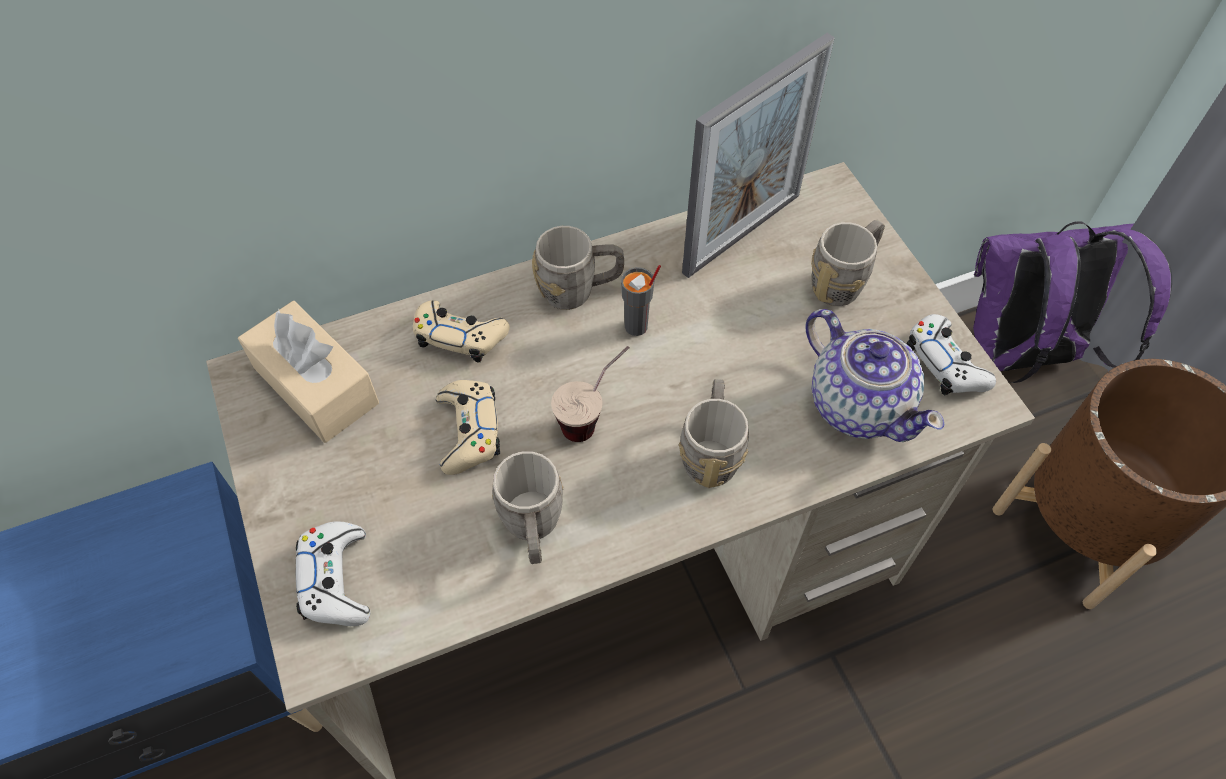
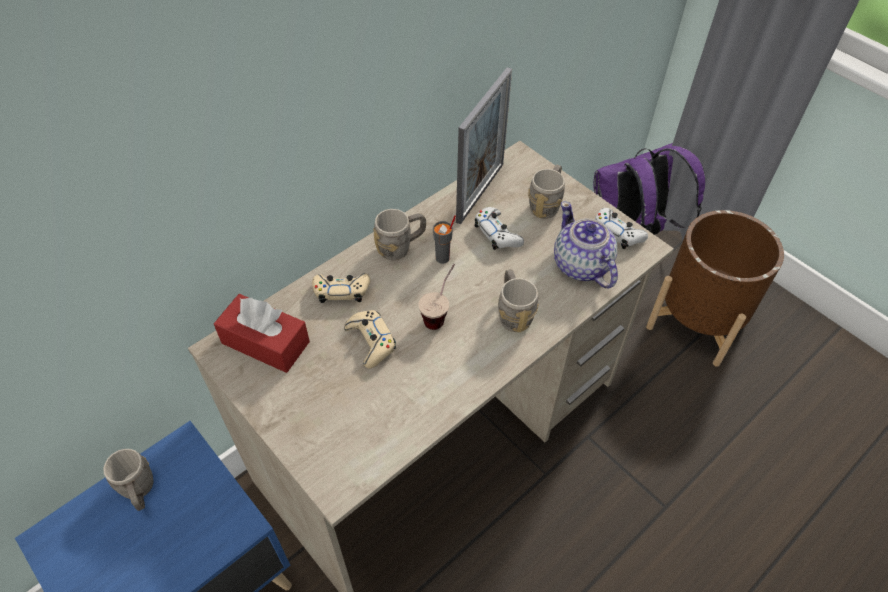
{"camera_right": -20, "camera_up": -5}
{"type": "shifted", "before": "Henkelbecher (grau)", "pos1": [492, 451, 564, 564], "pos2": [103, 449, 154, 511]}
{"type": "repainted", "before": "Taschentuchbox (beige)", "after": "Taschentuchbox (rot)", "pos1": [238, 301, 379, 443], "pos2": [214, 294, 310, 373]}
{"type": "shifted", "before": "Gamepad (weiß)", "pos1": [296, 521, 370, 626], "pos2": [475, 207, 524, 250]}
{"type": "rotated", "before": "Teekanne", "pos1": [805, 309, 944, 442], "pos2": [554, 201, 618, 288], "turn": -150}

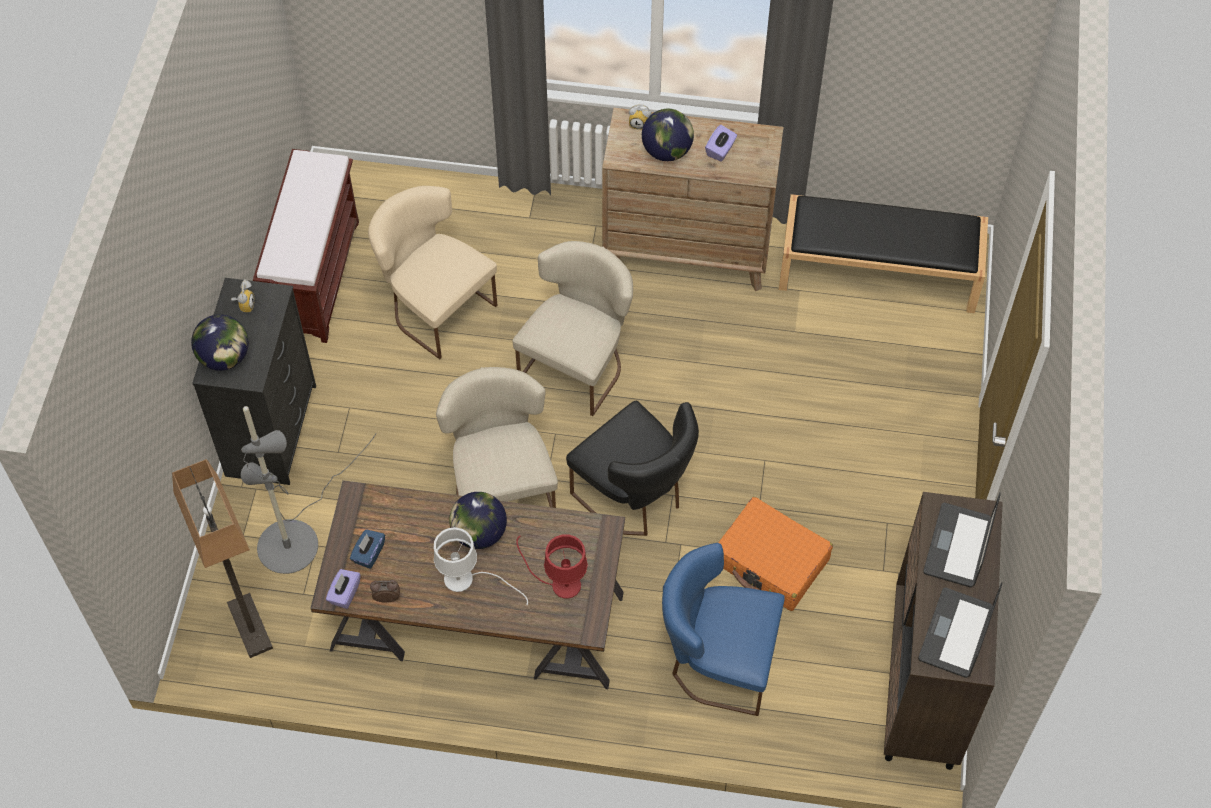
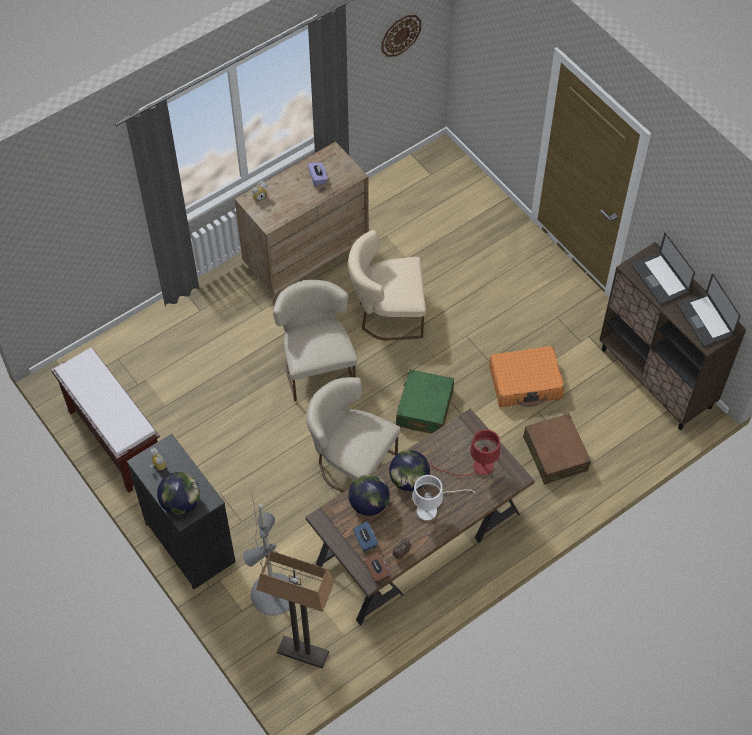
{"camera_right": -45, "camera_up": 0}
{"type": "shifted", "before": "Stuhl (beige)", "pos1": [368, 186, 498, 359], "pos2": [348, 230, 426, 341]}
{"type": "shifted", "before": "Globus", "pos1": [642, 109, 694, 161], "pos2": [348, 474, 390, 516]}
{"type": "repainted", "before": "Taschentuchbox (lila)", "after": "Taschentuchbox (braun)", "pos1": [326, 569, 361, 609], "pos2": [365, 552, 390, 583]}
{"type": "new", "after": "Wanduhr", "pos2": [382, 15, 421, 57]}
{"type": "swapped", "before": "Stuhl (schwarz)", "after": "Koffer (grün)", "pos1": [566, 401, 699, 536], "pos2": [396, 369, 454, 434]}
{"type": "swapped", "before": "Stuhl (blau)", "after": "Koffer (braun)", "pos1": [662, 543, 785, 716], "pos2": [523, 413, 591, 485]}
{"type": "gone", "before": "Bank (schwarz)", "pos1": [779, 194, 988, 313]}

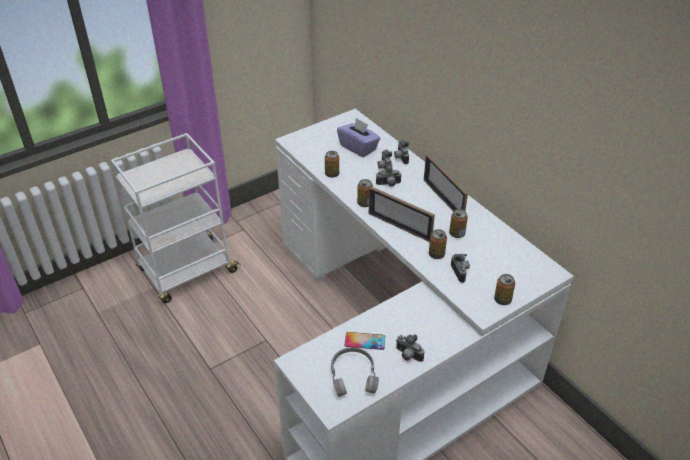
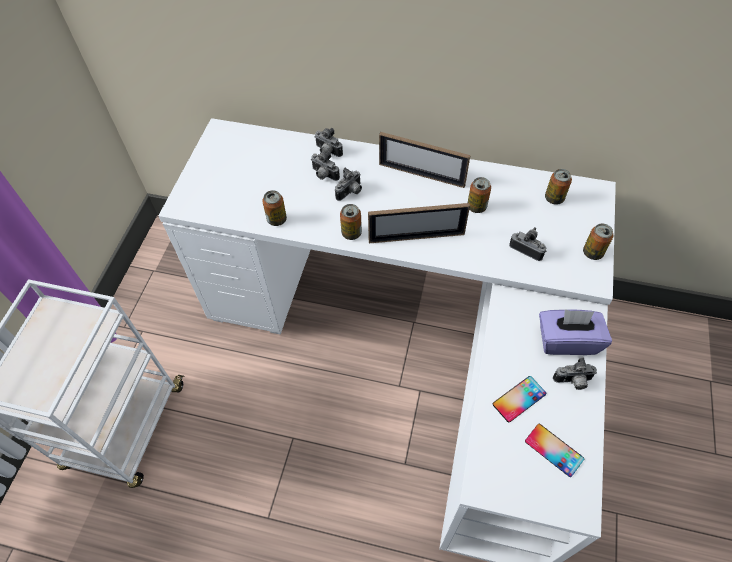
{"camera_right": -40, "camera_up": 15}
{"type": "swapped", "before": "Kopfhörer (grau)", "after": "Handy", "pos1": [331, 347, 379, 397], "pos2": [525, 424, 584, 477]}
{"type": "shifted", "before": "Taschentuchbox (lila)", "pos1": [337, 118, 381, 157], "pos2": [539, 309, 612, 355]}
{"type": "shifted", "before": "Dose", "pos1": [429, 229, 447, 259], "pos2": [545, 169, 572, 205]}

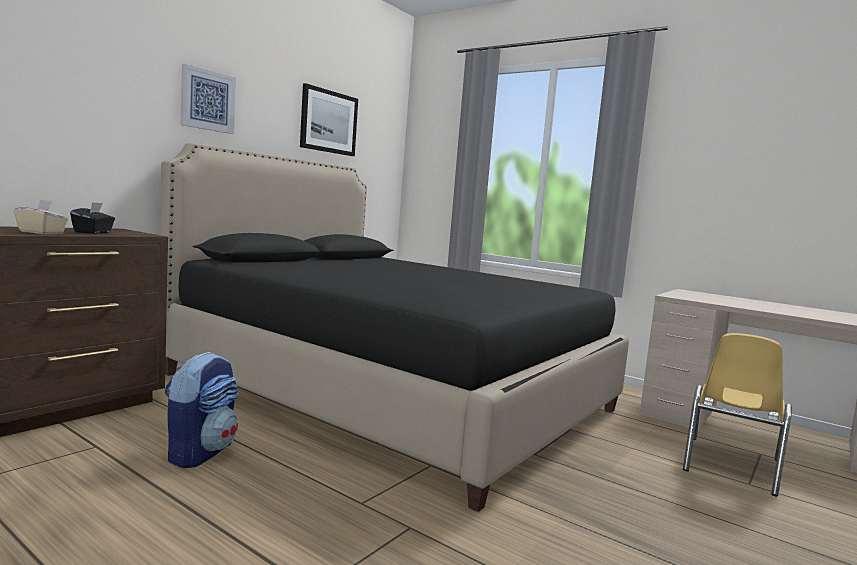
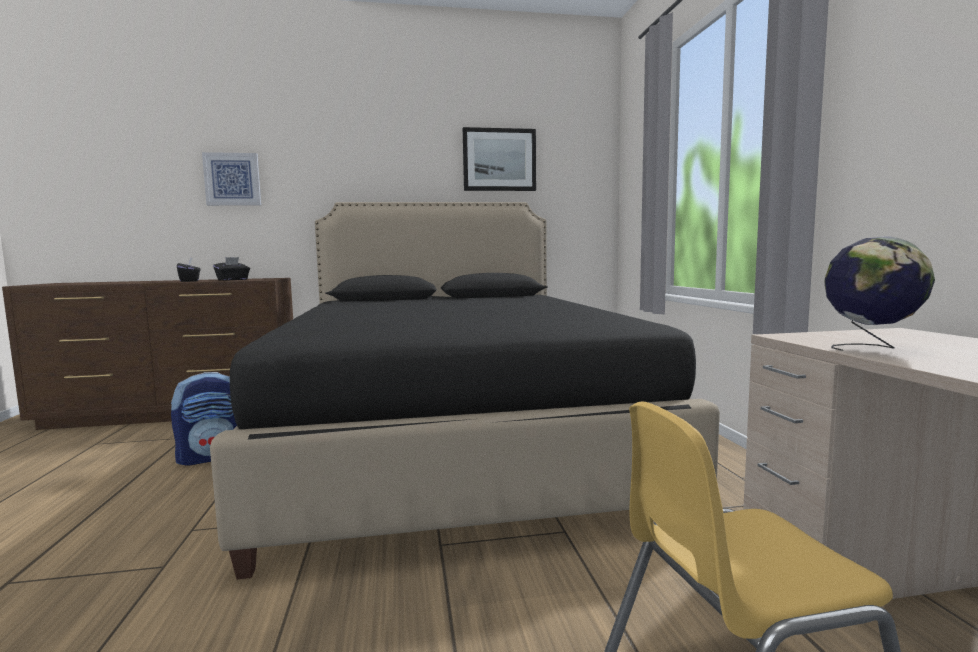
{"camera_right": 45, "camera_up": 0}
{"type": "repainted", "before": "Taschentuchbox (beige)", "after": "Taschentuchbox (schwarz)", "pos1": [14, 200, 68, 234], "pos2": [177, 258, 201, 282]}
{"type": "shifted", "before": "Bild", "pos1": [181, 64, 236, 134], "pos2": [202, 152, 261, 205]}
{"type": "new", "after": "Globus", "pos2": [824, 236, 935, 351]}

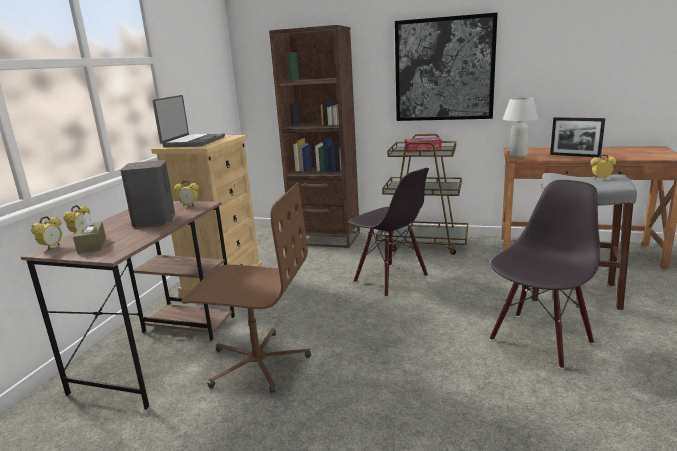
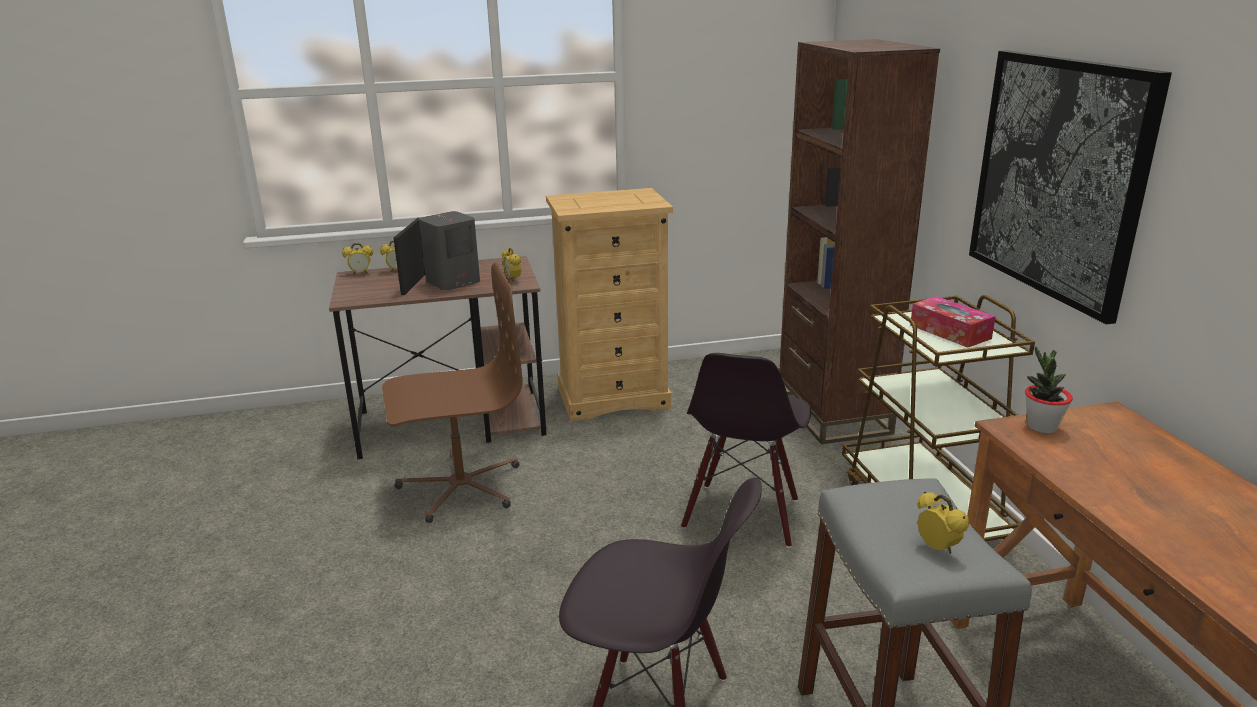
{"camera_right": 60, "camera_up": 5}
{"type": "rotated", "before": "Bürostuhl (braun)", "pos1": [181, 183, 311, 393], "pos2": [382, 262, 523, 523], "turn": -90}
{"type": "shifted", "before": "Bilderrahmen", "pos1": [550, 117, 605, 158], "pos2": [394, 218, 425, 295]}
{"type": "swapped", "before": "Tischlampe (weiß)", "after": "Topfpflanze", "pos1": [503, 97, 539, 157], "pos2": [1025, 346, 1073, 433]}
{"type": "gone", "before": "Taschentuchbox (braun)", "pos1": [73, 212, 106, 254]}
{"type": "gone", "before": "Laptop", "pos1": [153, 95, 225, 148]}

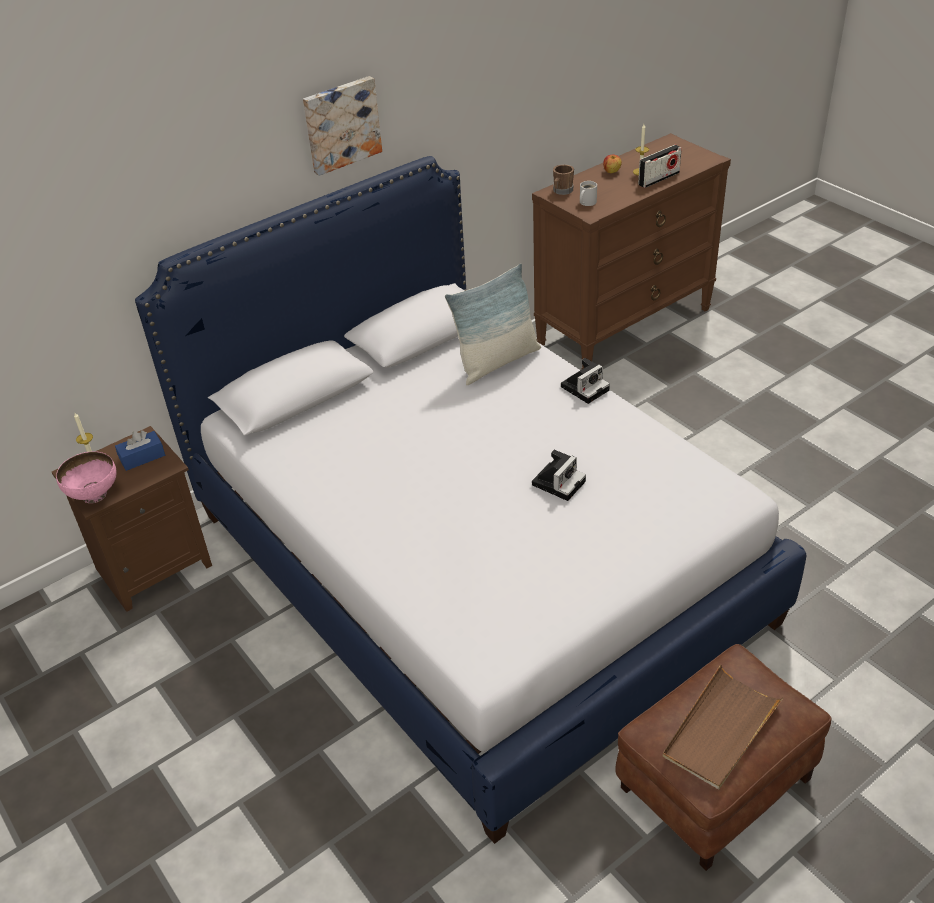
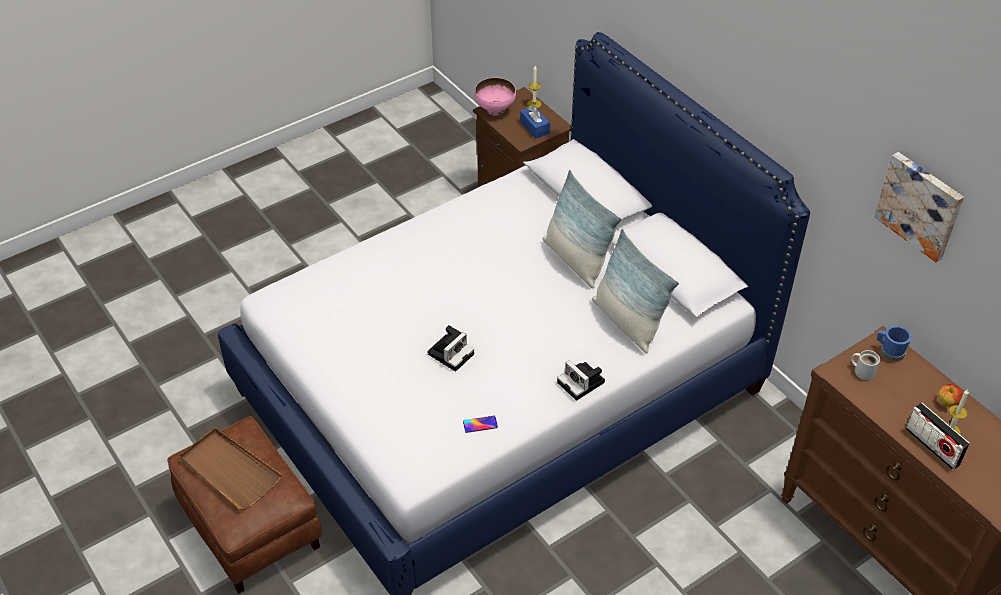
{"camera_right": 90, "camera_up": 5}
{"type": "rotated", "before": "Kamera", "pos1": [532, 450, 586, 501], "pos2": [427, 325, 474, 372], "turn": -90}
{"type": "new", "after": "Handy", "pos2": [463, 416, 498, 433]}
{"type": "new", "after": "Kissen", "pos2": [543, 170, 621, 288]}
{"type": "shifted", "before": "Bild", "pos1": [303, 76, 382, 176], "pos2": [874, 152, 964, 262]}
{"type": "repainted", "before": "Henkelbecher (braun)", "after": "Henkelbecher (blau)", "pos1": [553, 164, 574, 195], "pos2": [877, 326, 912, 362]}

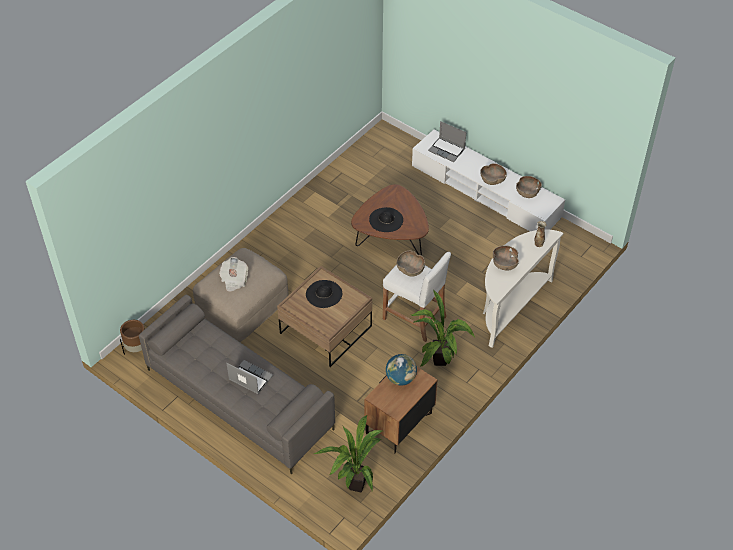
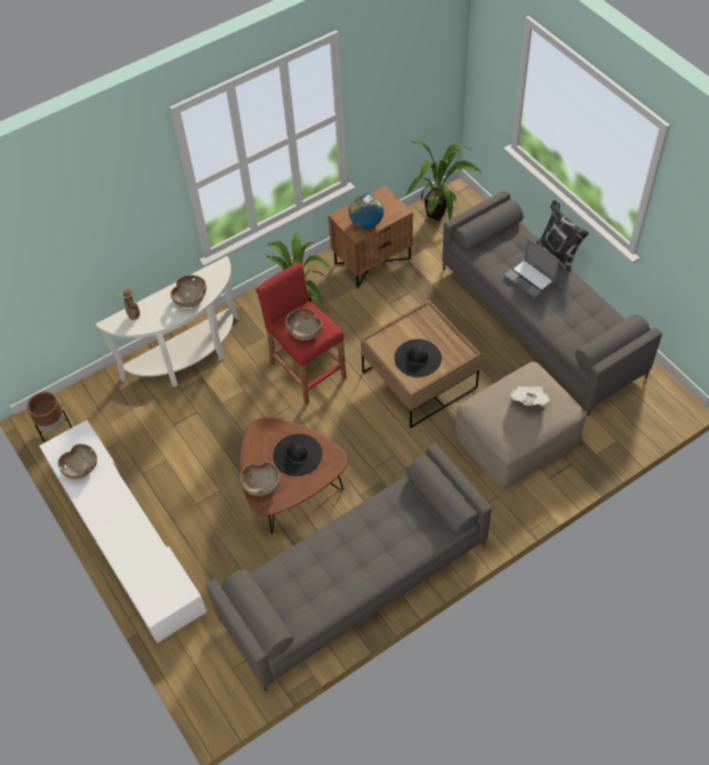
{"camera_right": -160, "camera_up": 5}
{"type": "shifted", "before": "Pflanzkübel (braun)", "pos1": [120, 320, 145, 355], "pos2": [27, 392, 72, 443]}
{"type": "new", "after": "Sofa (grau)", "pos2": [206, 443, 492, 692]}
{"type": "shifted", "before": "Schüssel (braun)", "pos1": [480, 163, 507, 185], "pos2": [240, 462, 280, 496]}
{"type": "repainted", "before": "Hocker (weiß)", "after": "Hocker (rot)", "pos1": [383, 252, 451, 342], "pos2": [256, 262, 347, 405]}
{"type": "new", "after": "Kissen", "pos2": [537, 200, 589, 272]}
{"type": "gone", "before": "Laptop", "pos1": [428, 121, 466, 162]}

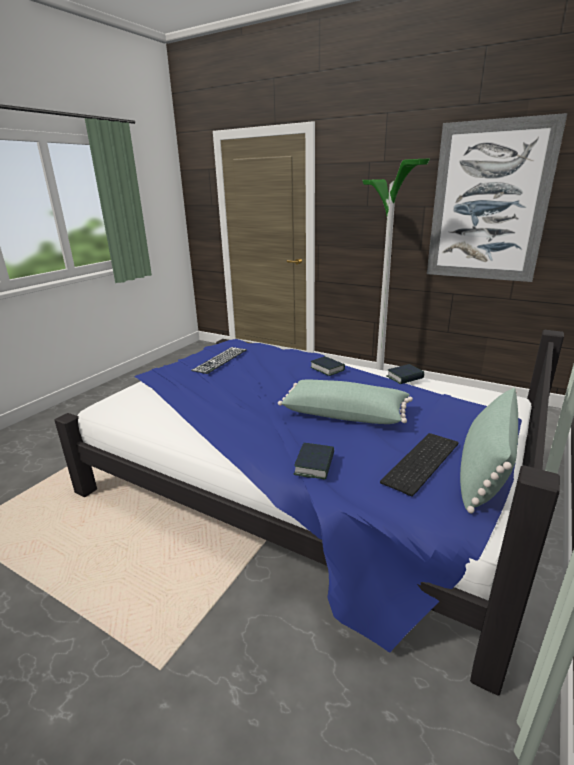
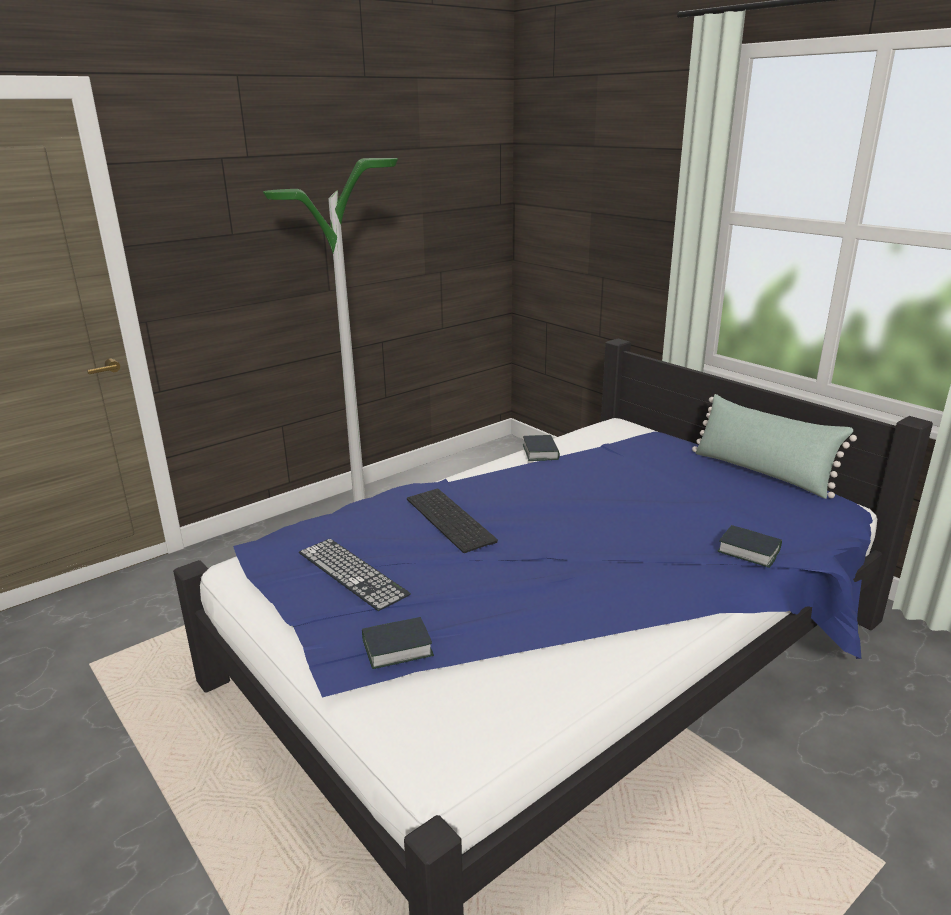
{"camera_right": -70, "camera_up": 0}
{"type": "shifted", "before": "Buch", "pos1": [310, 356, 345, 376], "pos2": [362, 617, 434, 669]}
{"type": "shifted", "before": "Tastatur", "pos1": [380, 433, 459, 497], "pos2": [407, 489, 498, 553]}
{"type": "gone", "before": "Kissen (grün)", "pos1": [278, 380, 413, 424]}
{"type": "gone", "before": "Bild", "pos1": [427, 113, 567, 282]}

